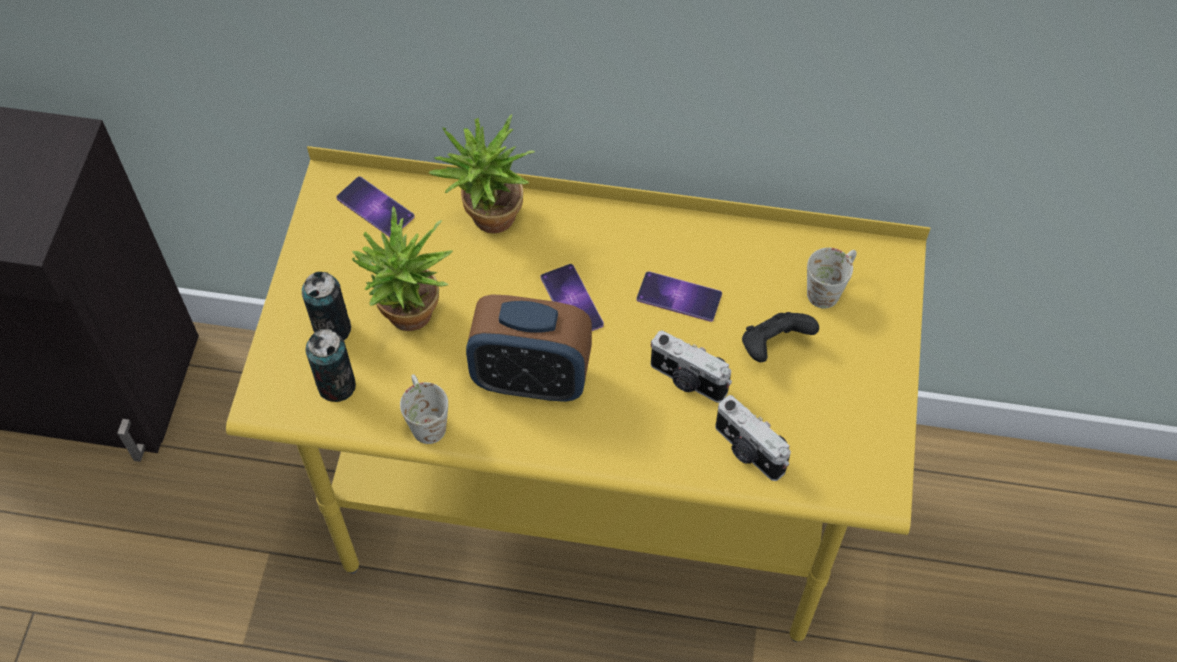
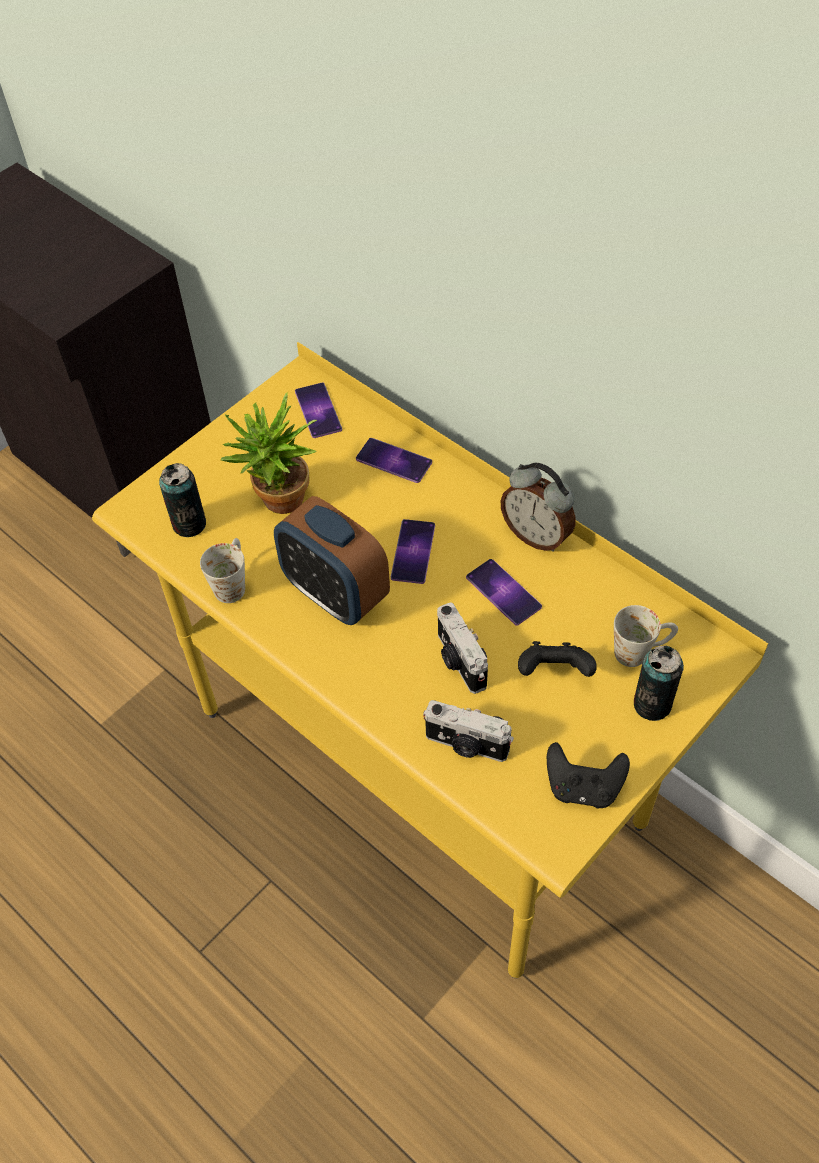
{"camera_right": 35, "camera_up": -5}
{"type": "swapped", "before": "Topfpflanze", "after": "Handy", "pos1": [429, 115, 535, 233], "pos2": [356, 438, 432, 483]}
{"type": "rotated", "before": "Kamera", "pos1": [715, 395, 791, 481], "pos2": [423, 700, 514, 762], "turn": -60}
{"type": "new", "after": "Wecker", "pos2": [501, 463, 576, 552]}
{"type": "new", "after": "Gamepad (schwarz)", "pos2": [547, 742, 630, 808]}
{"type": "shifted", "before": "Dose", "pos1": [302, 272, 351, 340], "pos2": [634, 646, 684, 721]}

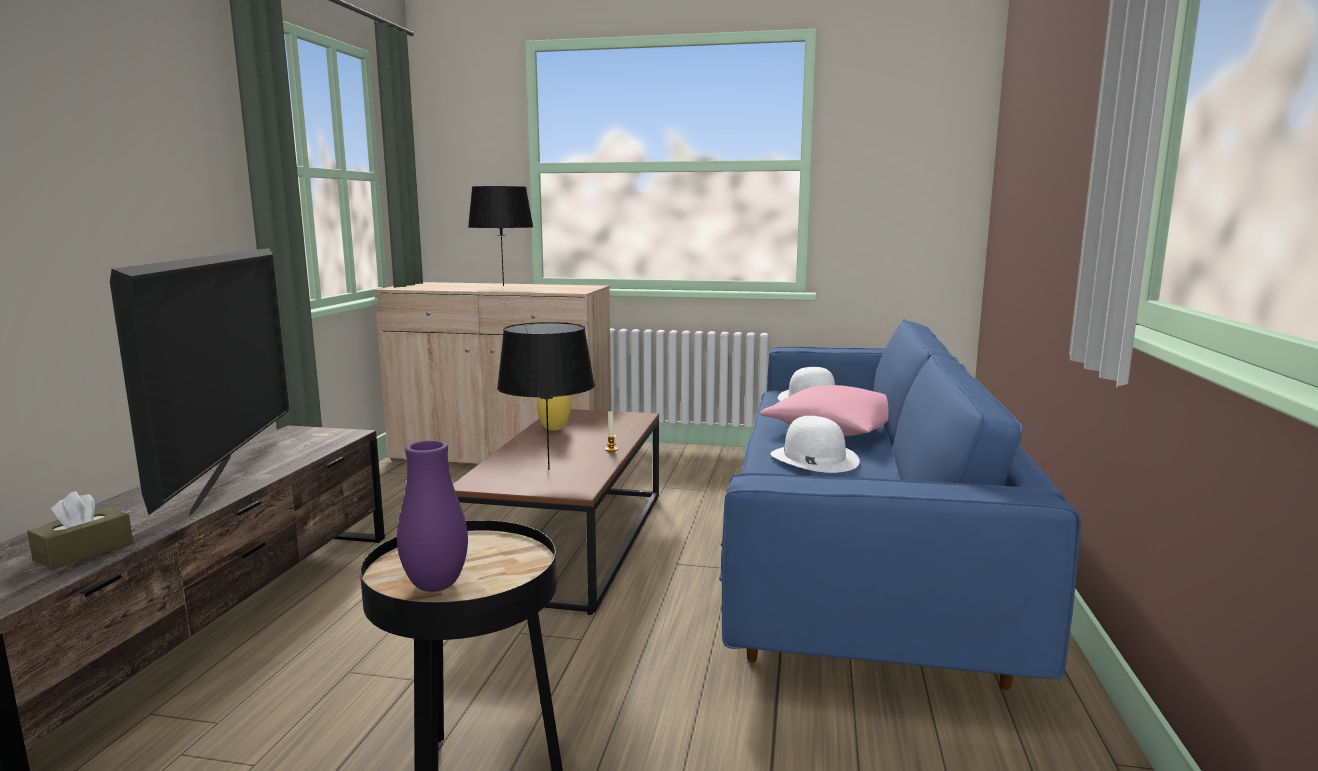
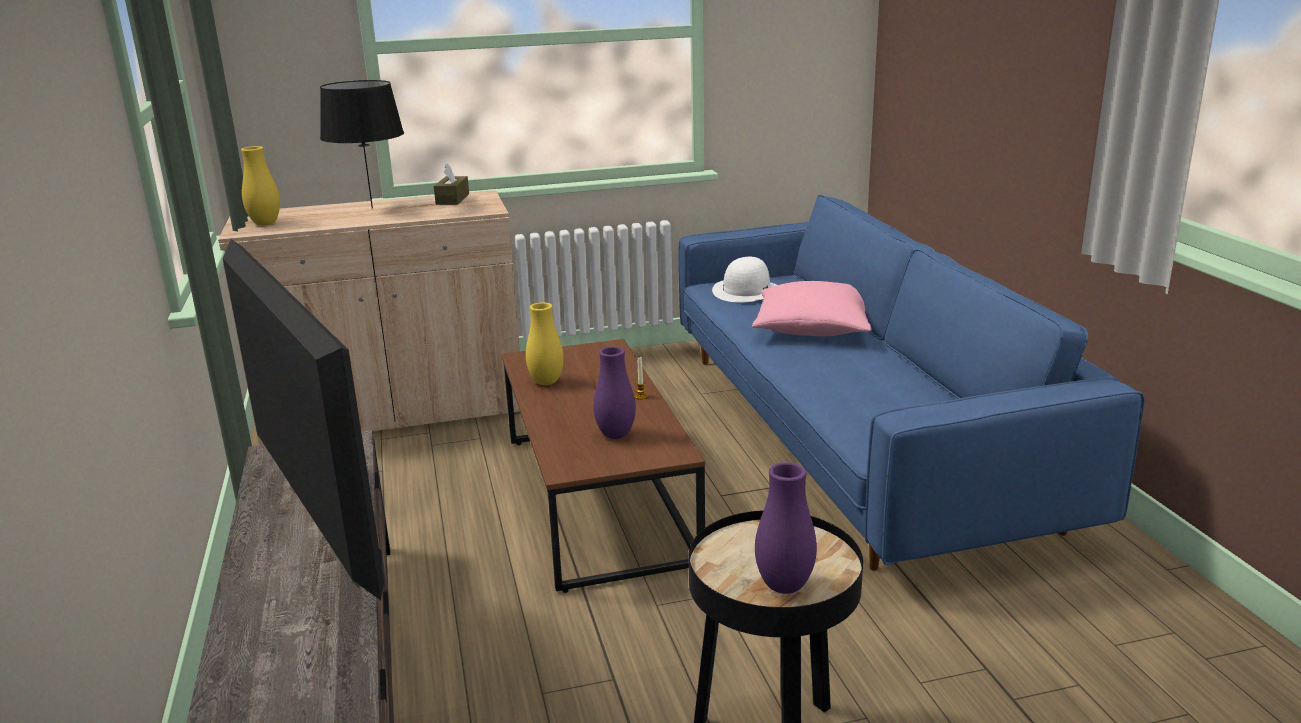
{"camera_right": -25, "camera_up": 10}
{"type": "new", "after": "Vase (gelb)", "pos2": [241, 146, 280, 225]}
{"type": "shifted", "before": "Taschentuchbox (braun)", "pos1": [27, 491, 133, 570], "pos2": [434, 163, 469, 205]}
{"type": "swapped", "before": "Tischlampe (schwarz)", "after": "Vase (lila)", "pos1": [497, 322, 595, 470], "pos2": [593, 346, 636, 439]}
{"type": "gone", "before": "Hut (weiß)", "pos1": [771, 416, 860, 473]}

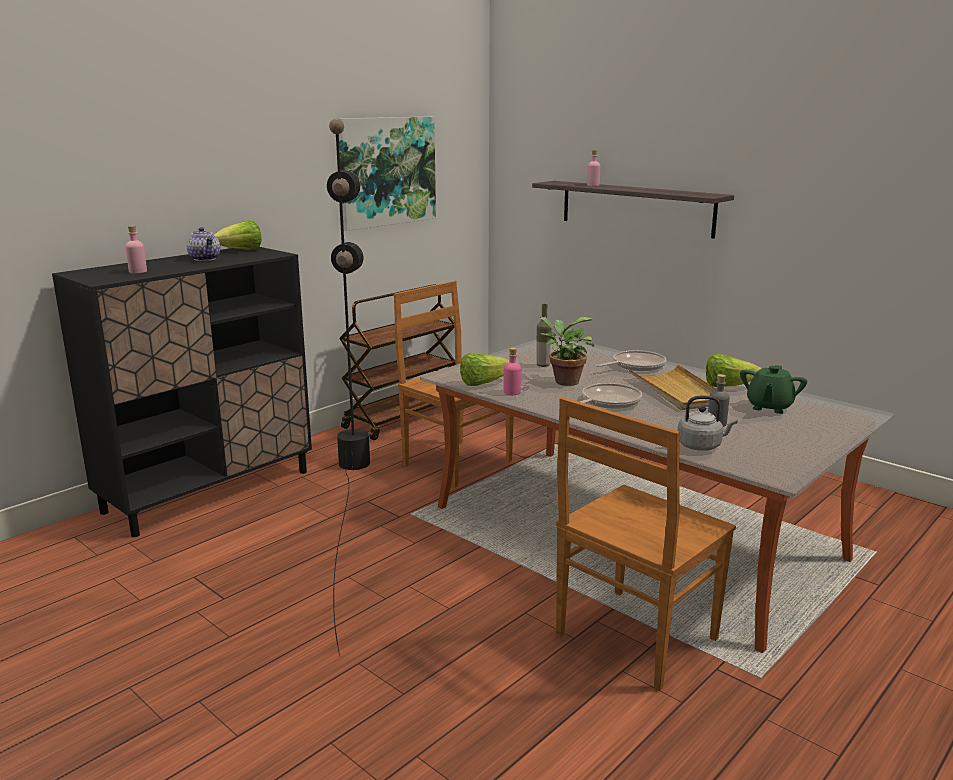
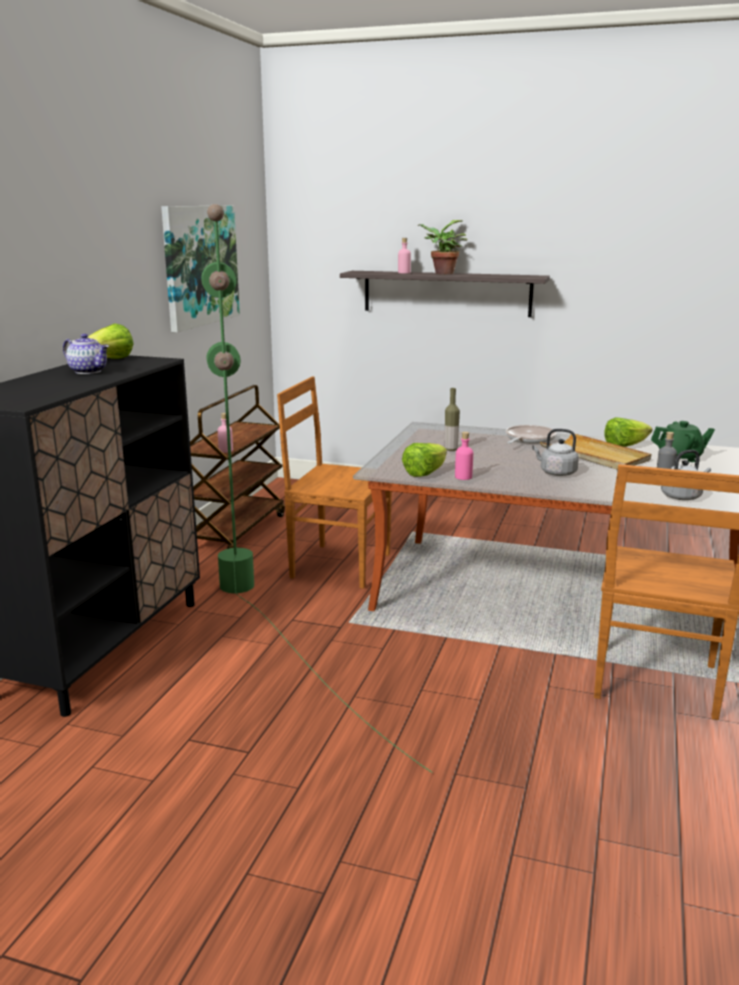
{"camera_right": -25, "camera_up": 0}
{"type": "repainted", "before": "Stehlampe (schwarz)", "after": "Stehlampe (grün)", "pos1": [327, 119, 370, 657], "pos2": [201, 204, 433, 773]}
{"type": "shifted", "before": "Flasche (rosa)", "pos1": [125, 225, 147, 274], "pos2": [218, 413, 233, 453]}
{"type": "shifted", "before": "Topfpflanze", "pos1": [540, 316, 595, 386], "pos2": [418, 220, 468, 274]}
{"type": "swapped", "before": "Pfanne", "after": "Wasserkessel (grau)", "pos1": [580, 383, 642, 409], "pos2": [532, 429, 579, 476]}
{"type": "rotated", "before": "Teekanne (grün)", "pos1": [740, 365, 807, 414], "pos2": [651, 421, 715, 462], "turn": -90}

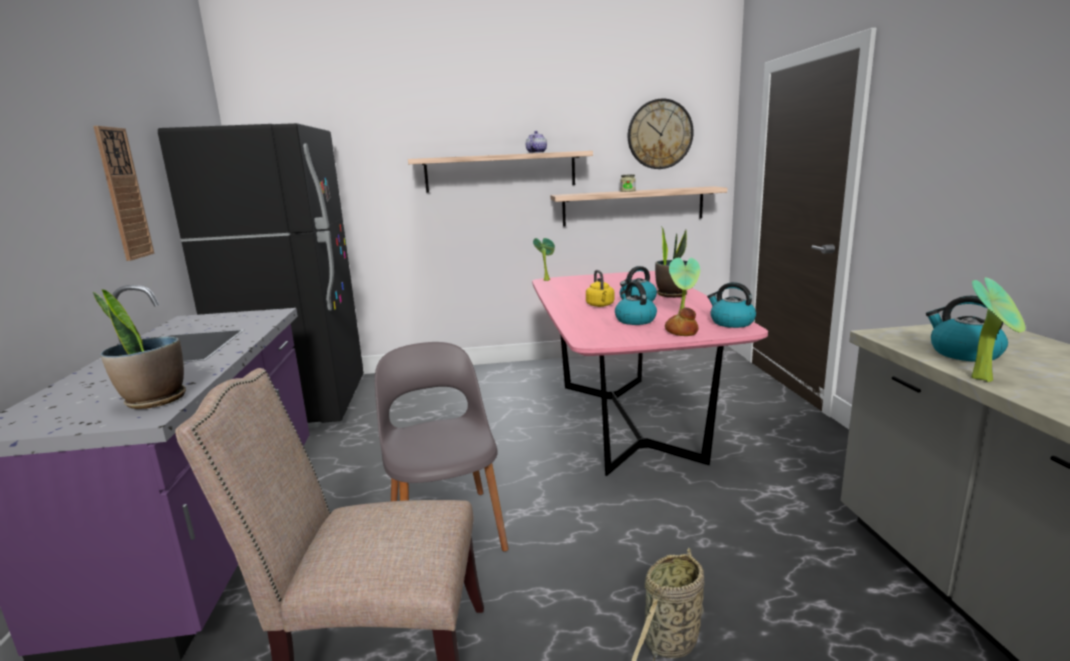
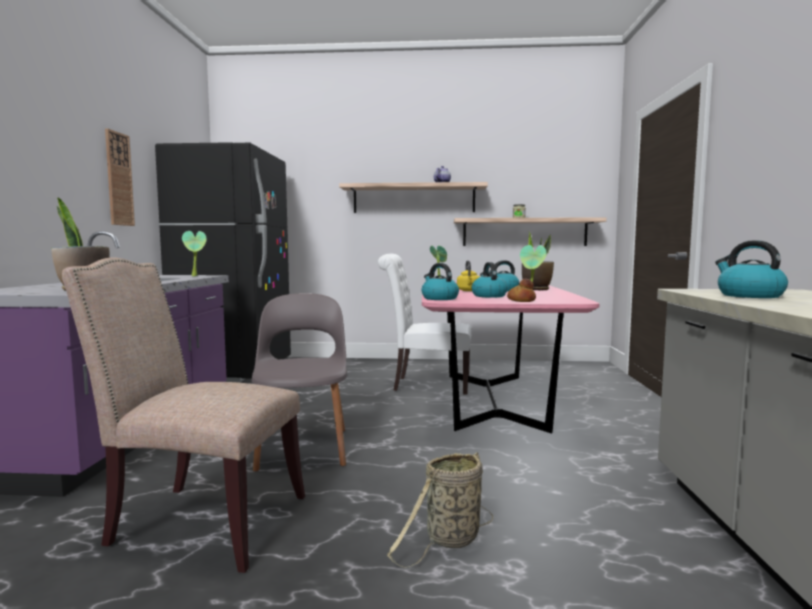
{"camera_right": 10, "camera_up": -10}
{"type": "shifted", "before": "Topfpflanze", "pos1": [971, 277, 1026, 382], "pos2": [182, 231, 207, 276]}
{"type": "new", "after": "Stuhl (weiß)", "pos2": [378, 254, 472, 395]}
{"type": "shifted", "before": "Wasserkessel", "pos1": [707, 282, 756, 328], "pos2": [422, 263, 459, 300]}
{"type": "gone", "before": "Wanduhr", "pos1": [628, 98, 694, 169]}

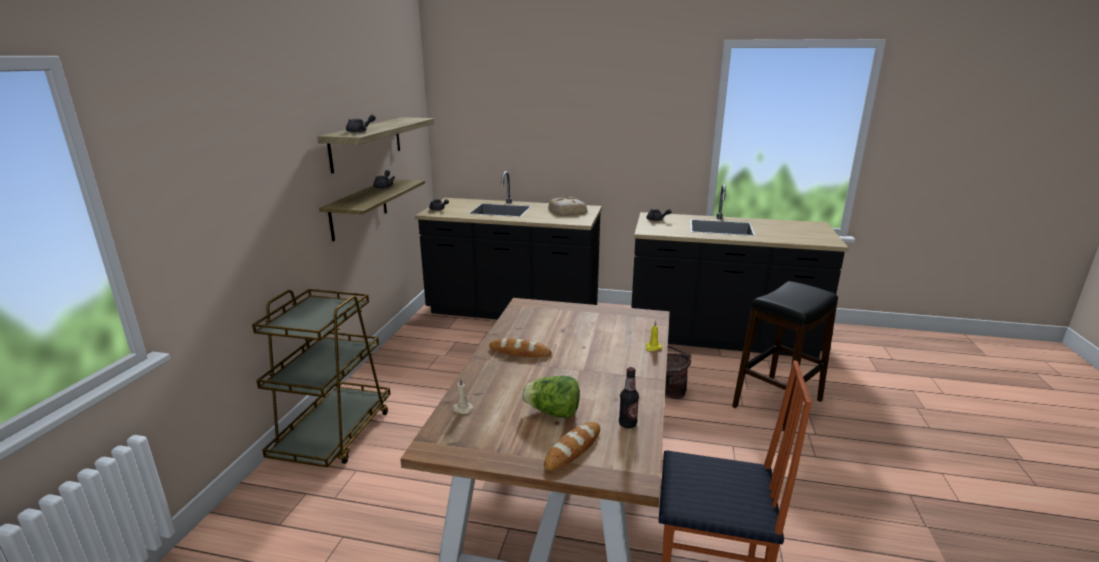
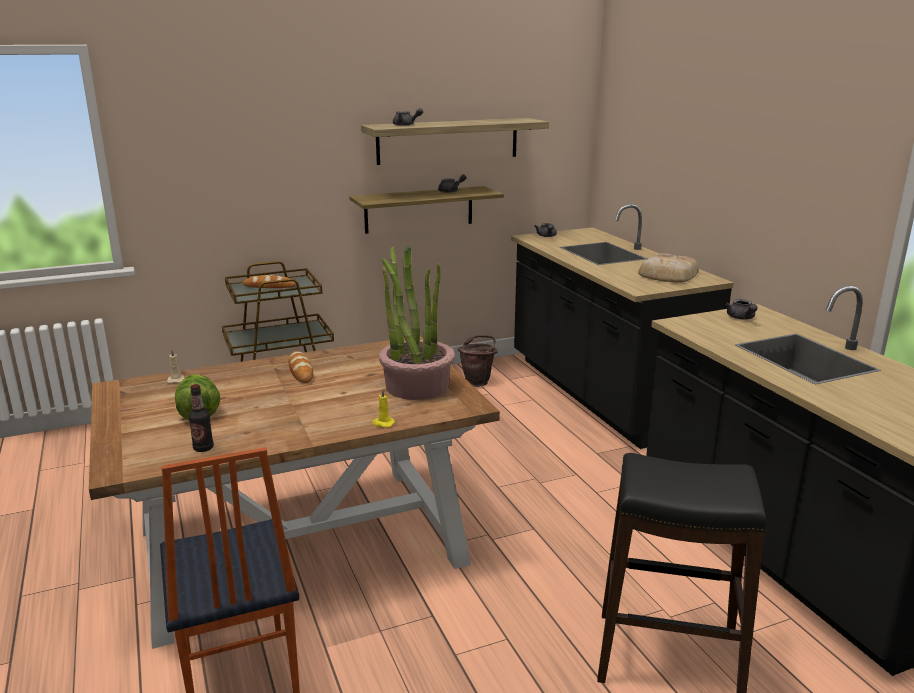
{"camera_right": 55, "camera_up": 0}
{"type": "shifted", "before": "Brot", "pos1": [544, 422, 600, 470], "pos2": [243, 275, 296, 288]}
{"type": "new", "after": "Topfpflanze", "pos2": [379, 246, 455, 400]}
{"type": "shifted", "before": "Eimer (braun)", "pos1": [665, 346, 691, 399], "pos2": [457, 335, 497, 387]}

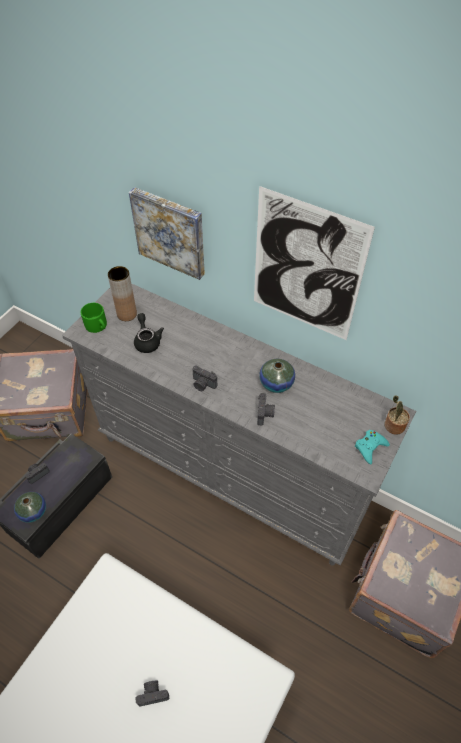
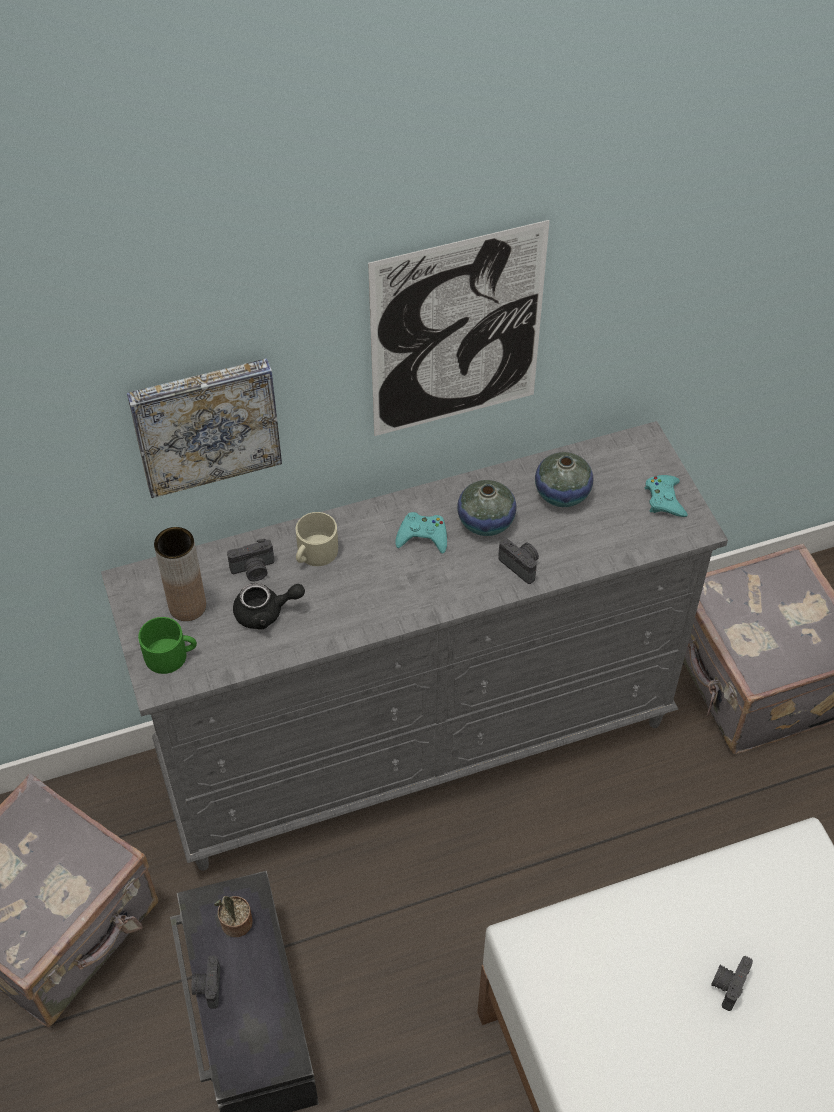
{"camera_right": -50, "camera_up": 0}
{"type": "shifted", "before": "Topfpflanze", "pos1": [384, 396, 410, 434], "pos2": [214, 896, 253, 937]}
{"type": "shifted", "before": "Kamera", "pos1": [192, 365, 217, 391], "pos2": [227, 539, 275, 581]}
{"type": "rotated", "before": "Teekanne (schwarz)", "pos1": [134, 313, 164, 353], "pos2": [233, 583, 305, 630], "turn": 150}
{"type": "new", "after": "Henkelbecher (beige)", "pos2": [296, 512, 338, 566]}
{"type": "new", "after": "Gamepad (türkis)", "pos2": [395, 512, 447, 554]}
{"type": "shifted", "before": "Vase", "pos1": [14, 492, 46, 523], "pos2": [535, 452, 593, 507]}

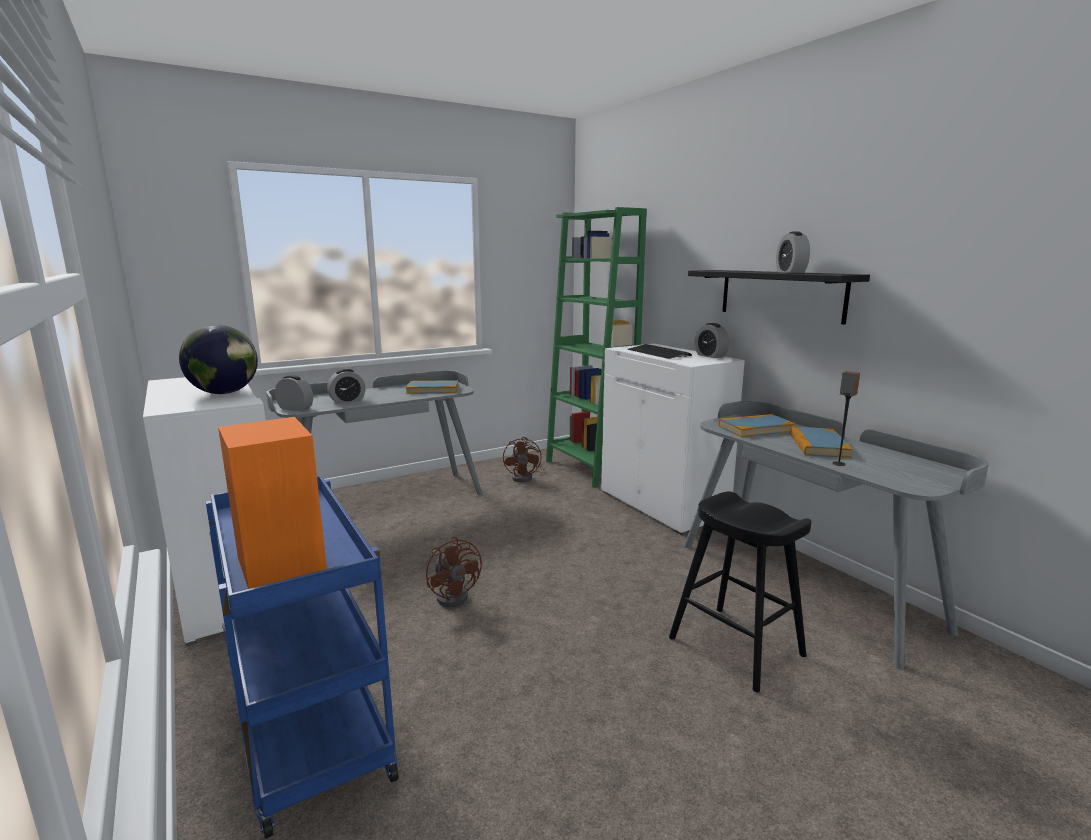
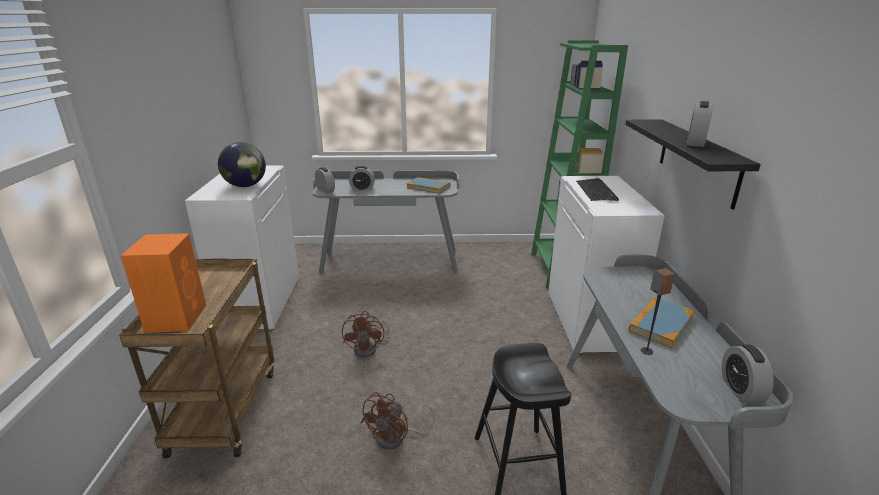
{"camera_right": 30, "camera_up": 10}
{"type": "repainted", "before": "Rollwagen (blau)", "after": "Rollwagen (braun)", "pos1": [206, 475, 399, 839], "pos2": [119, 258, 274, 458]}
{"type": "shifted", "before": "Ventilator (braun)", "pos1": [503, 437, 543, 482], "pos2": [361, 392, 435, 450]}
{"type": "shifted", "before": "Wecker", "pos1": [695, 323, 729, 358], "pos2": [722, 344, 774, 403]}
{"type": "gone", "before": "Buch", "pos1": [719, 414, 796, 437]}

